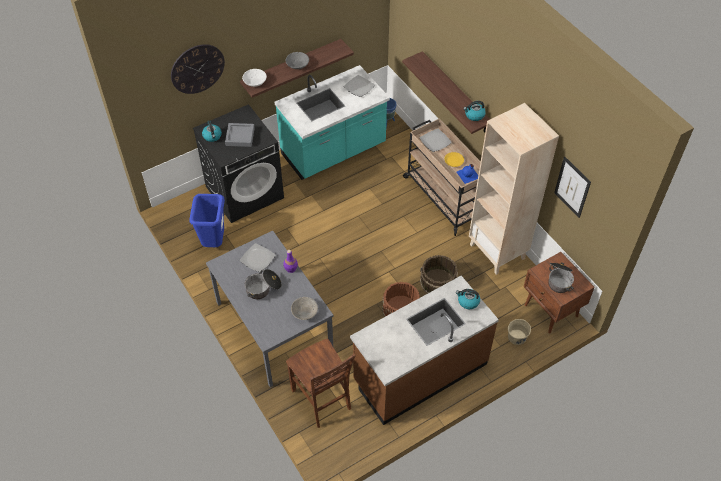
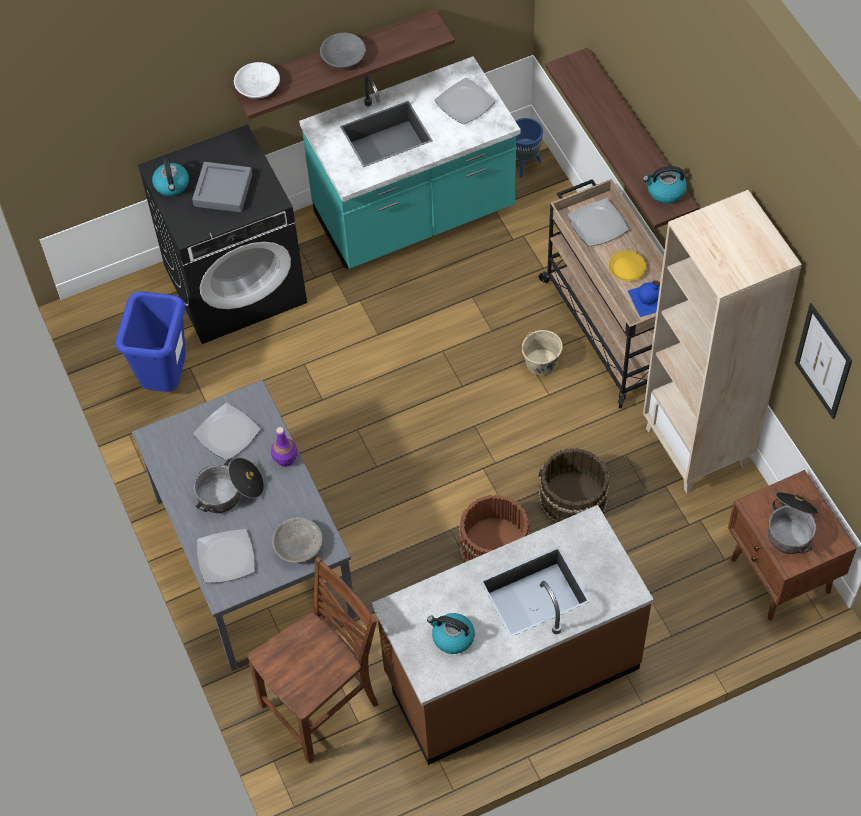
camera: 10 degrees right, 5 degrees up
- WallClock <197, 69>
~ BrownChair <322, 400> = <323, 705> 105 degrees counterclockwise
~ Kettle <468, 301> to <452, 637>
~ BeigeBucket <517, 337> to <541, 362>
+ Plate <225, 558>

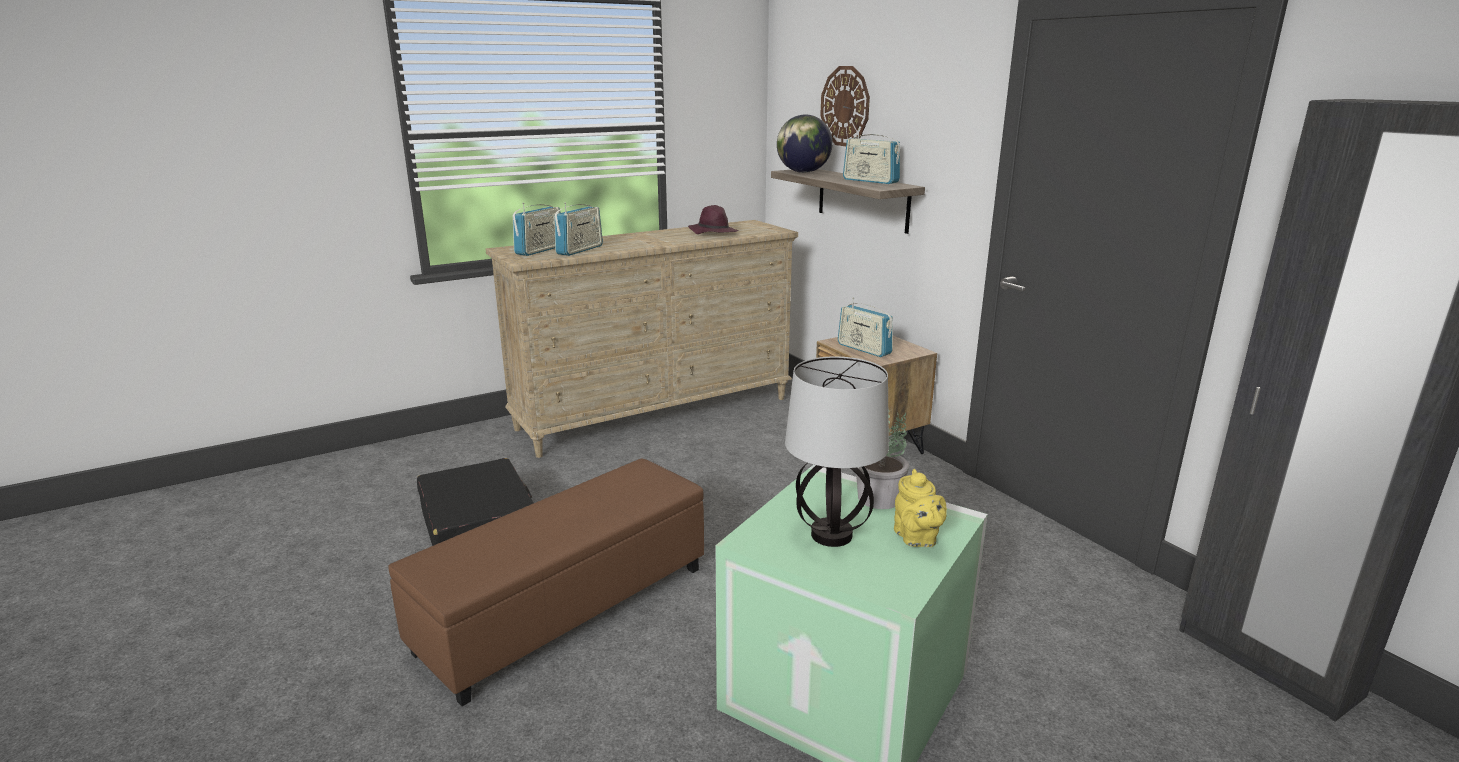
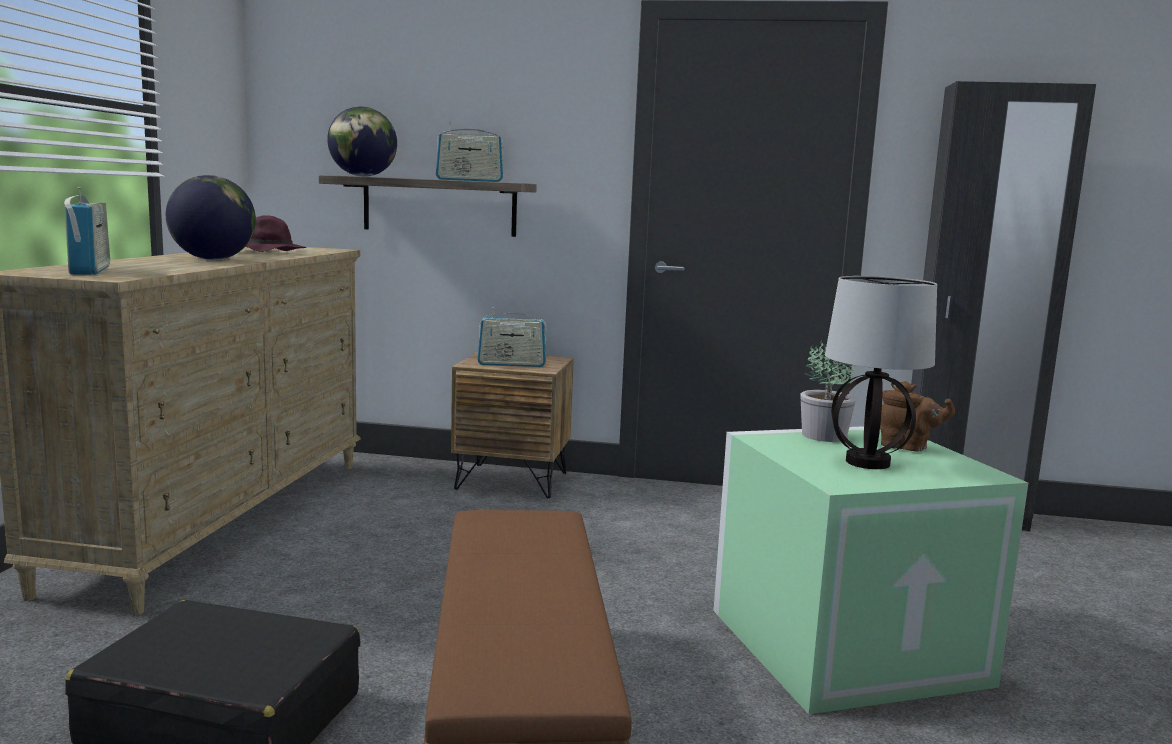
camera: 50 degrees left, 10 degrees down
- Radio <580, 250>
- WallClock <845, 106>
~ YellowTeapot <916, 539> to BrownTeapot <907, 447>
+ Globe <213, 259>

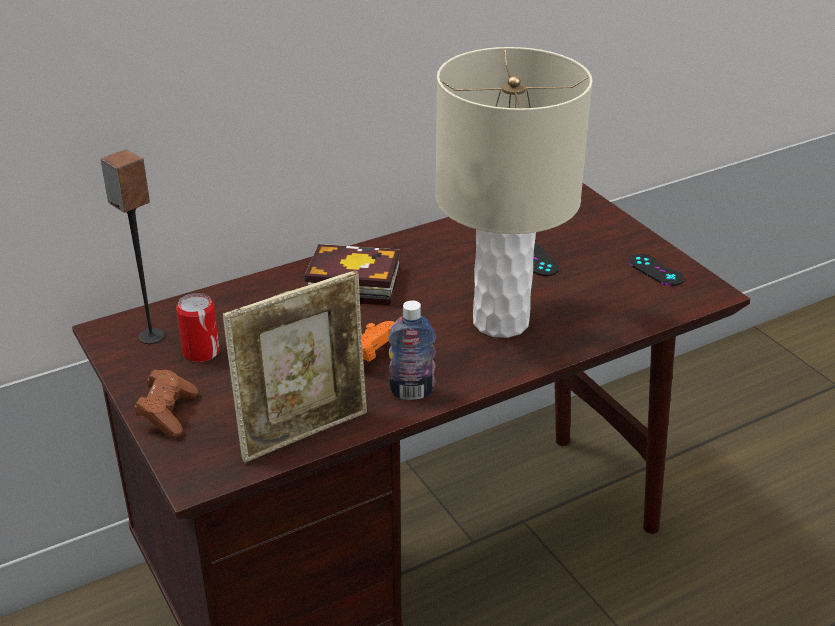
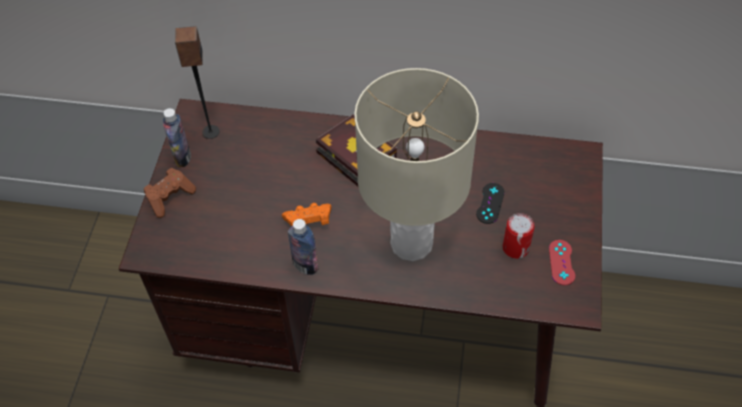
camera: 40 degrees right, 20 degrees up
~ Can <201, 352> to <515, 248>
- PictureFrame <304, 432>
~ BlackGameController <656, 270> to RedGameController <561, 262>
+ Bottle <182, 157>

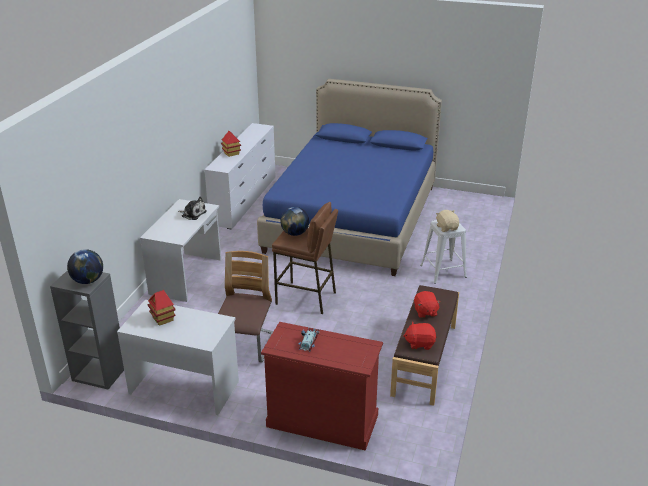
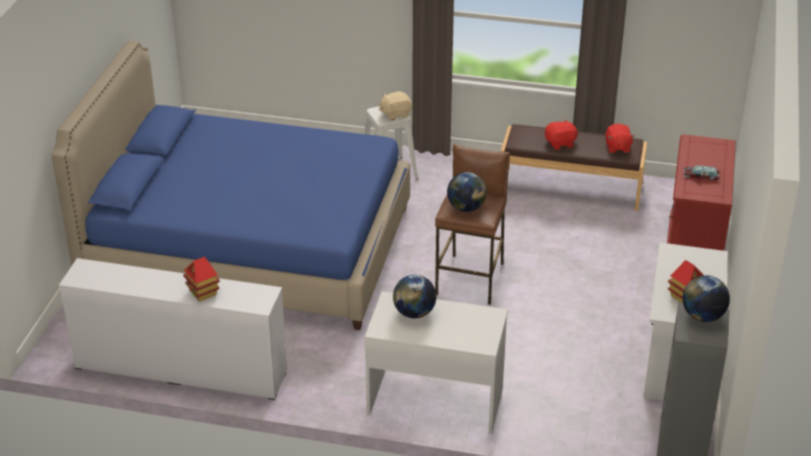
camera: 95 degrees left, 5 degrees up
~ PlushToy <193, 214> to Globe <414, 313>
- Chair <245, 346>

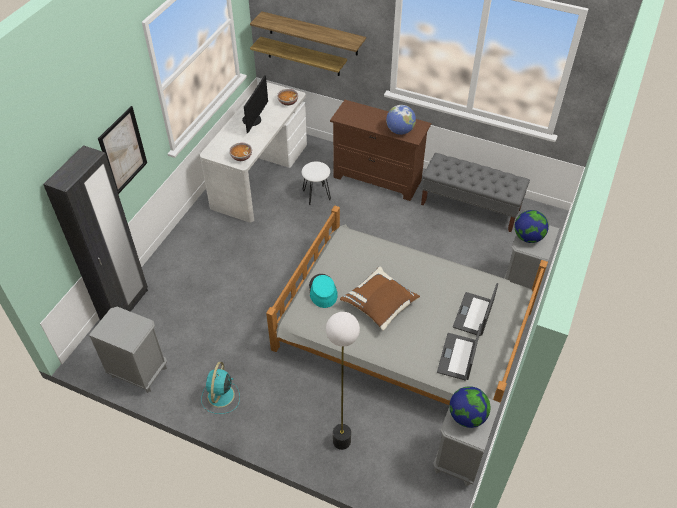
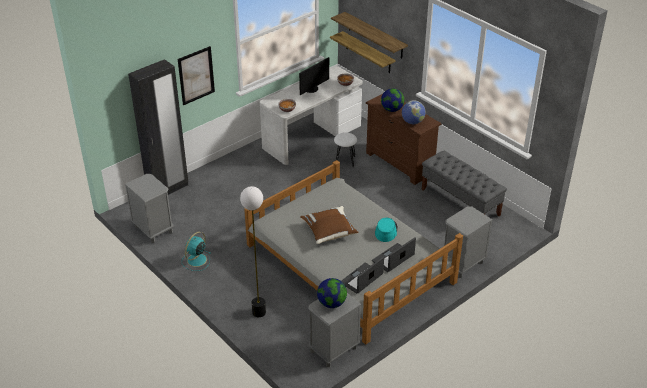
camera: 25 degrees right, 10 degrees down
~ TurquoiseHat <322, 291> to <386, 231>
~ Globe <528, 237> to <392, 110>

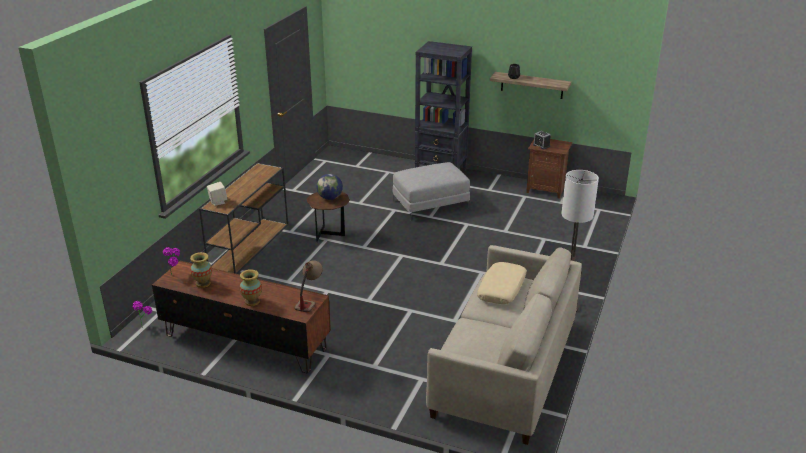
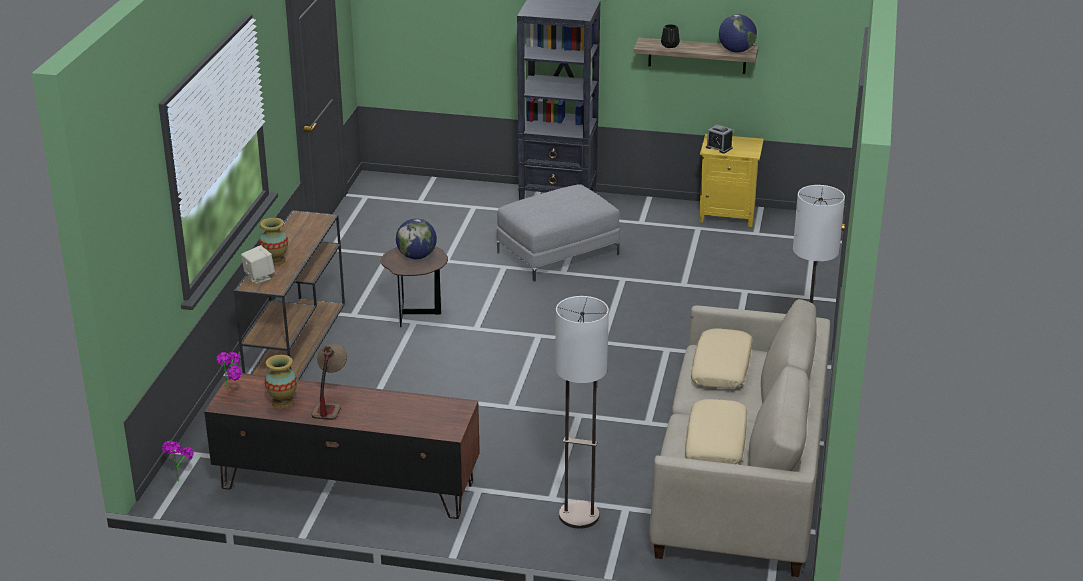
camera: 10 degrees left, 0 degrees up
~ Vase <252, 301> to <275, 261>
~ TableLamp <309, 300> to <330, 403>
~ BrownNightstand <546, 189> to YellowNightstand <727, 214>
+ FloorLamp <578, 516>
+ BeigePillow <716, 442>
+ Globe <736, 51>

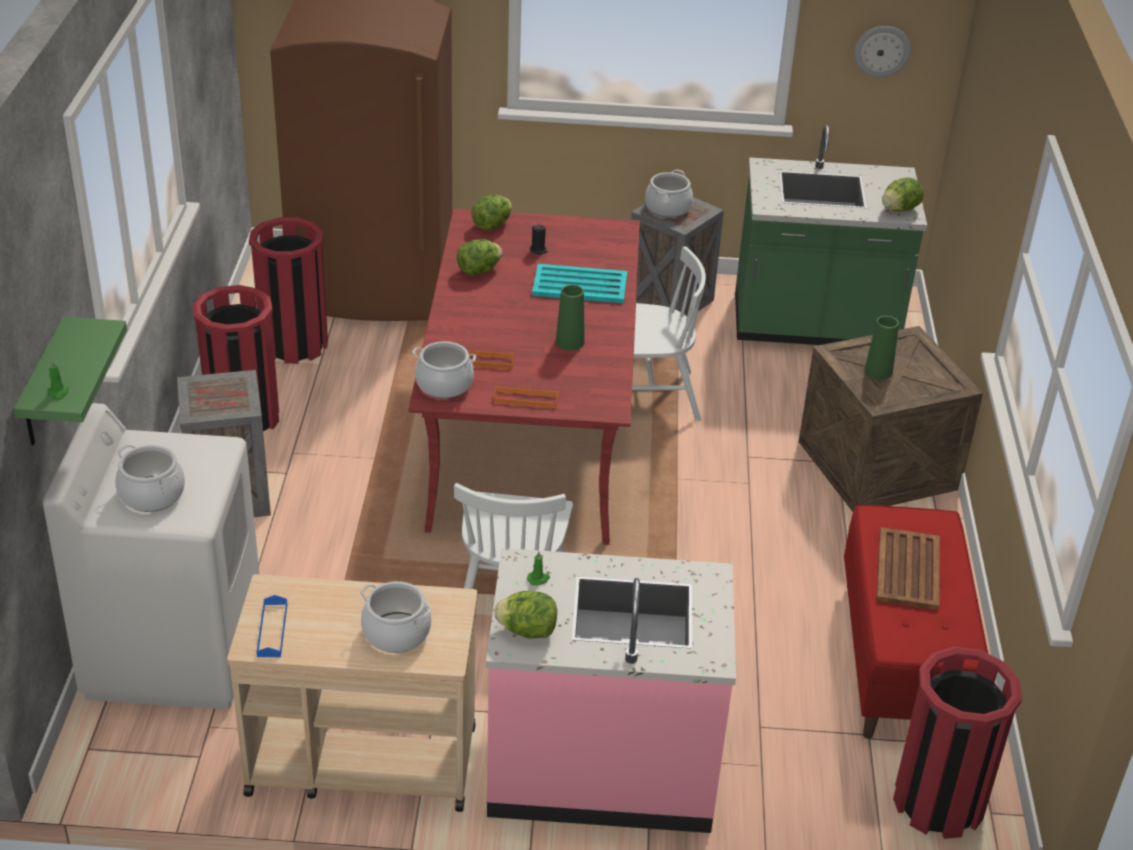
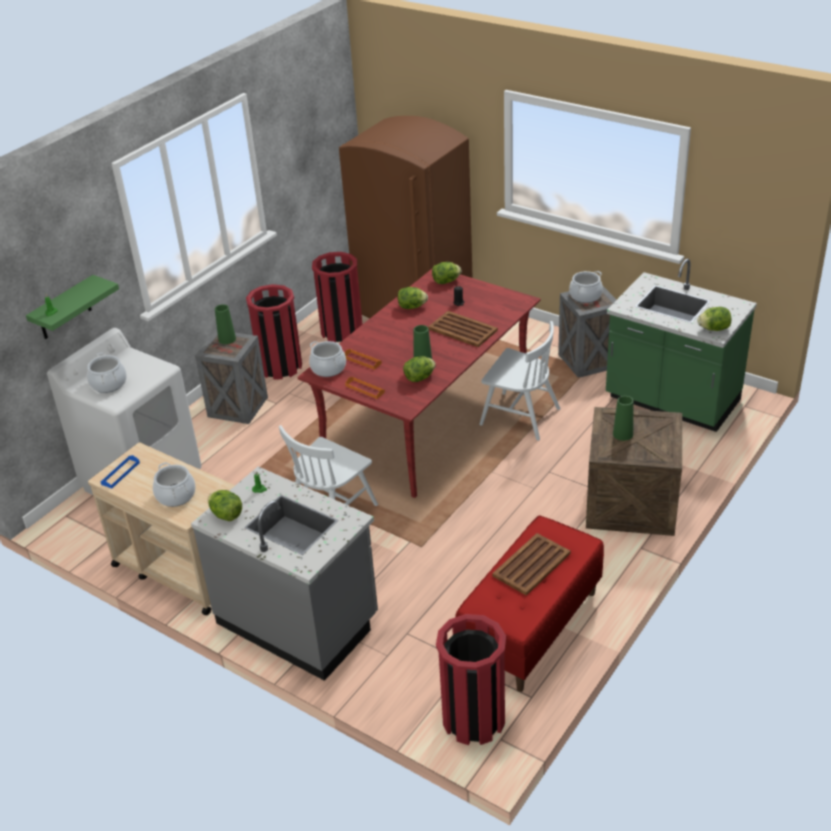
camera: 35 degrees right, 0 degrees up
~ PinkCounter <601, 766> to GreyCounter <298, 620>
~ TurquoiseTray <581, 285> to BrownTray <463, 330>
- WallClock <882, 51>
+ GreenVase <227, 339>
+ Lettuce <419, 378>

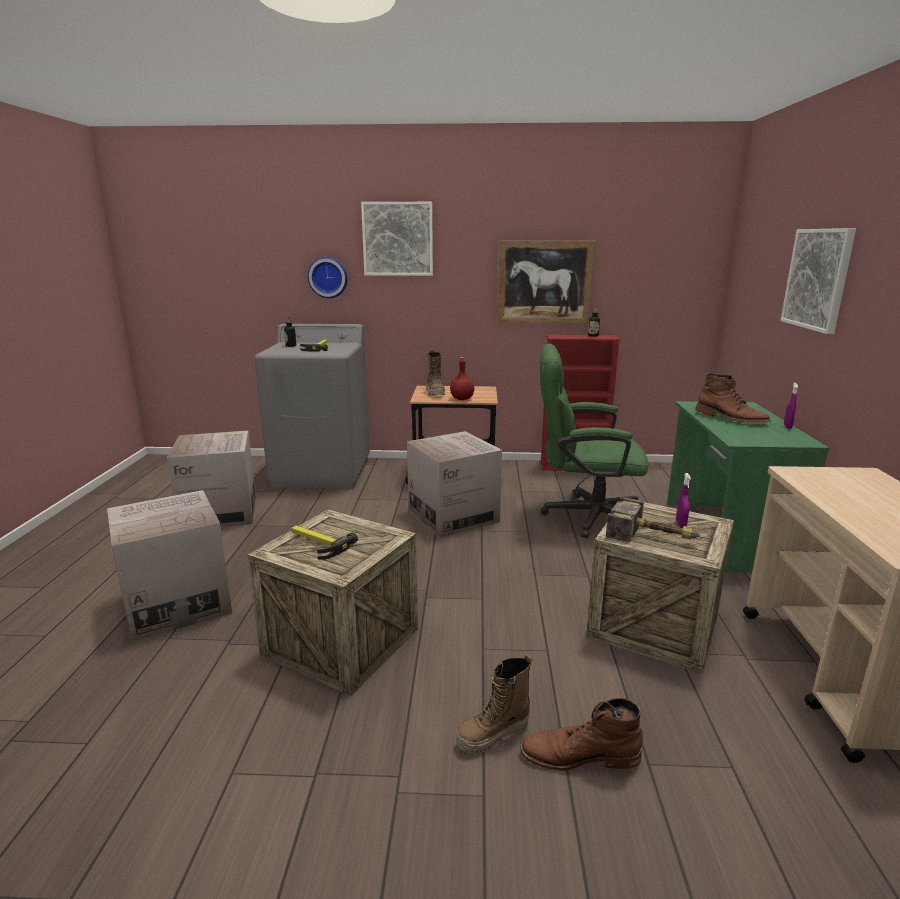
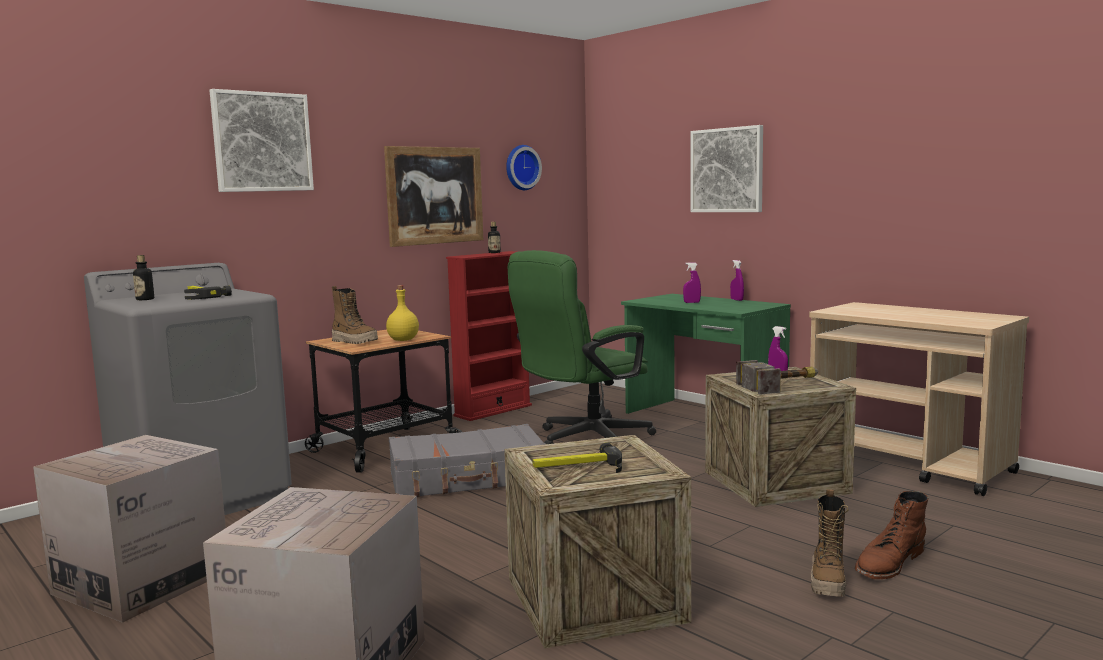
camera: 45 degrees left, 10 degrees down
~ WallClock <328, 277> to <521, 167>
~ CardboardBox <453, 516> to GreySuitcase <468, 478>
~ RedBottle <461, 399> to YellowBottle <402, 340>
~ BrownBoot <730, 419> to PurpleSprayBottle <692, 302>

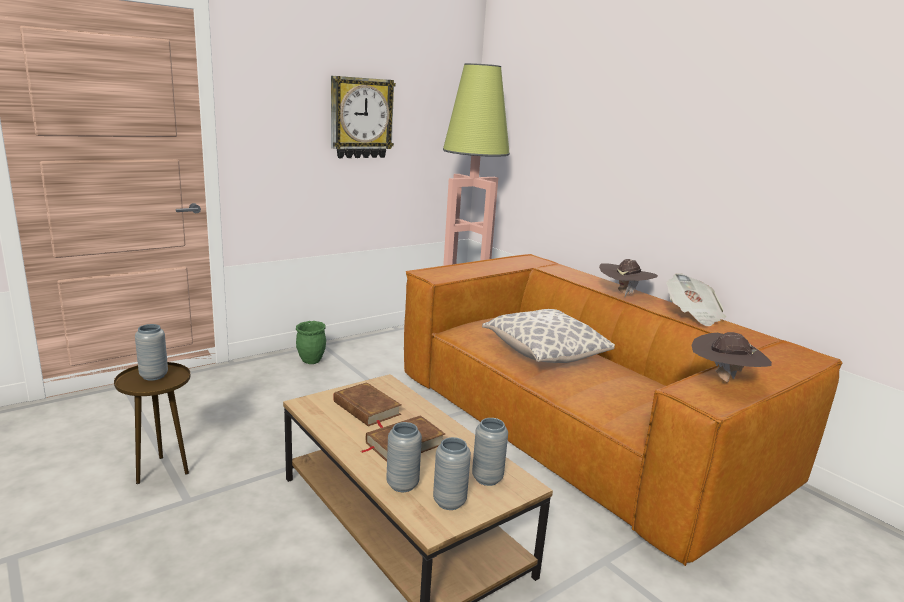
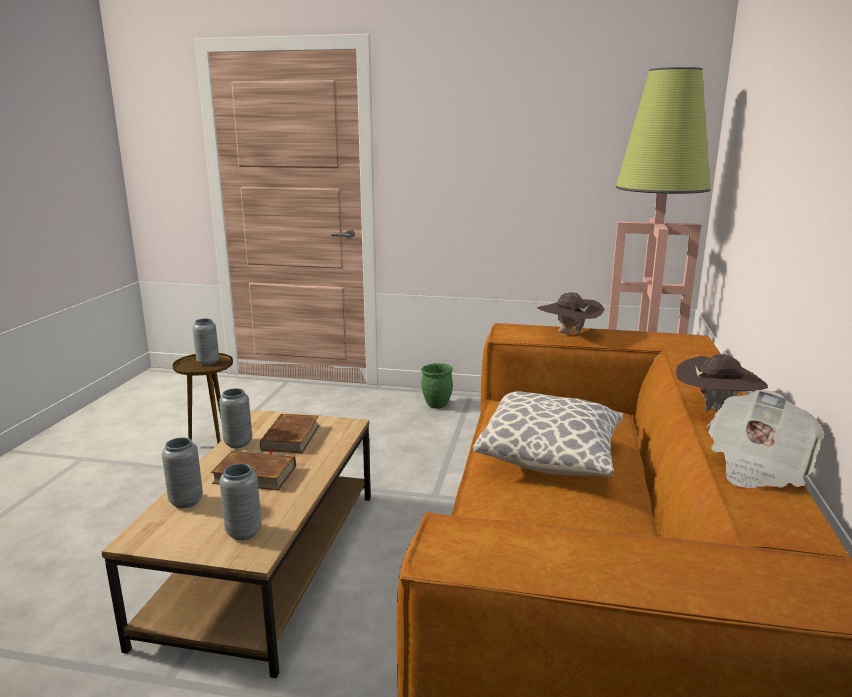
camera: 50 degrees right, 0 degrees up
- WallClock <361, 118>
~ GreyVase <449, 502> to <238, 443>
~ BrownHat <724, 380> to <568, 334>

